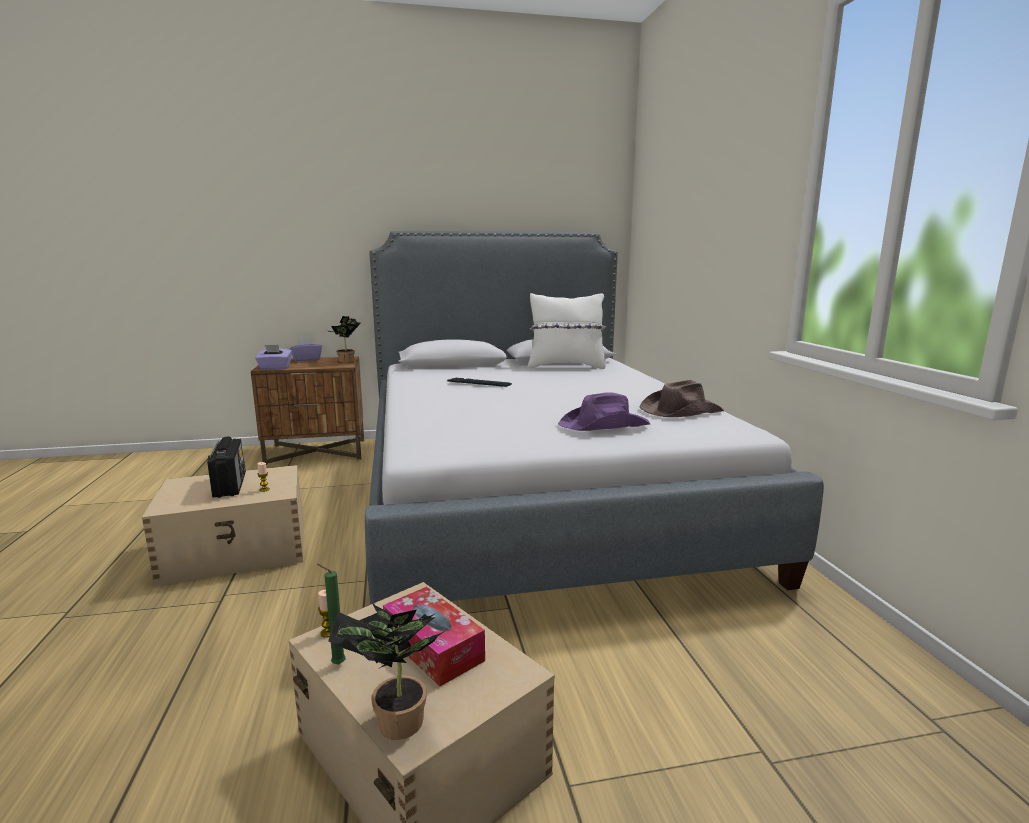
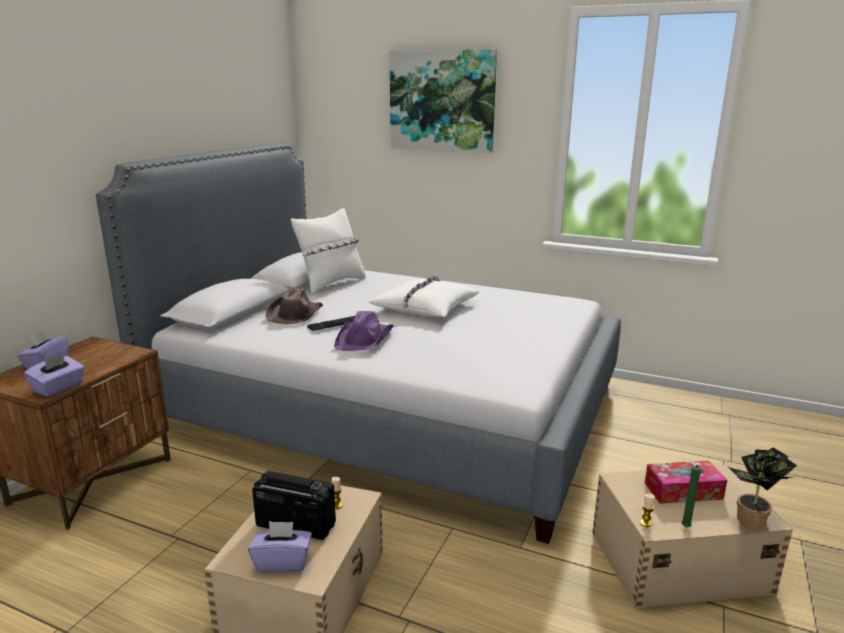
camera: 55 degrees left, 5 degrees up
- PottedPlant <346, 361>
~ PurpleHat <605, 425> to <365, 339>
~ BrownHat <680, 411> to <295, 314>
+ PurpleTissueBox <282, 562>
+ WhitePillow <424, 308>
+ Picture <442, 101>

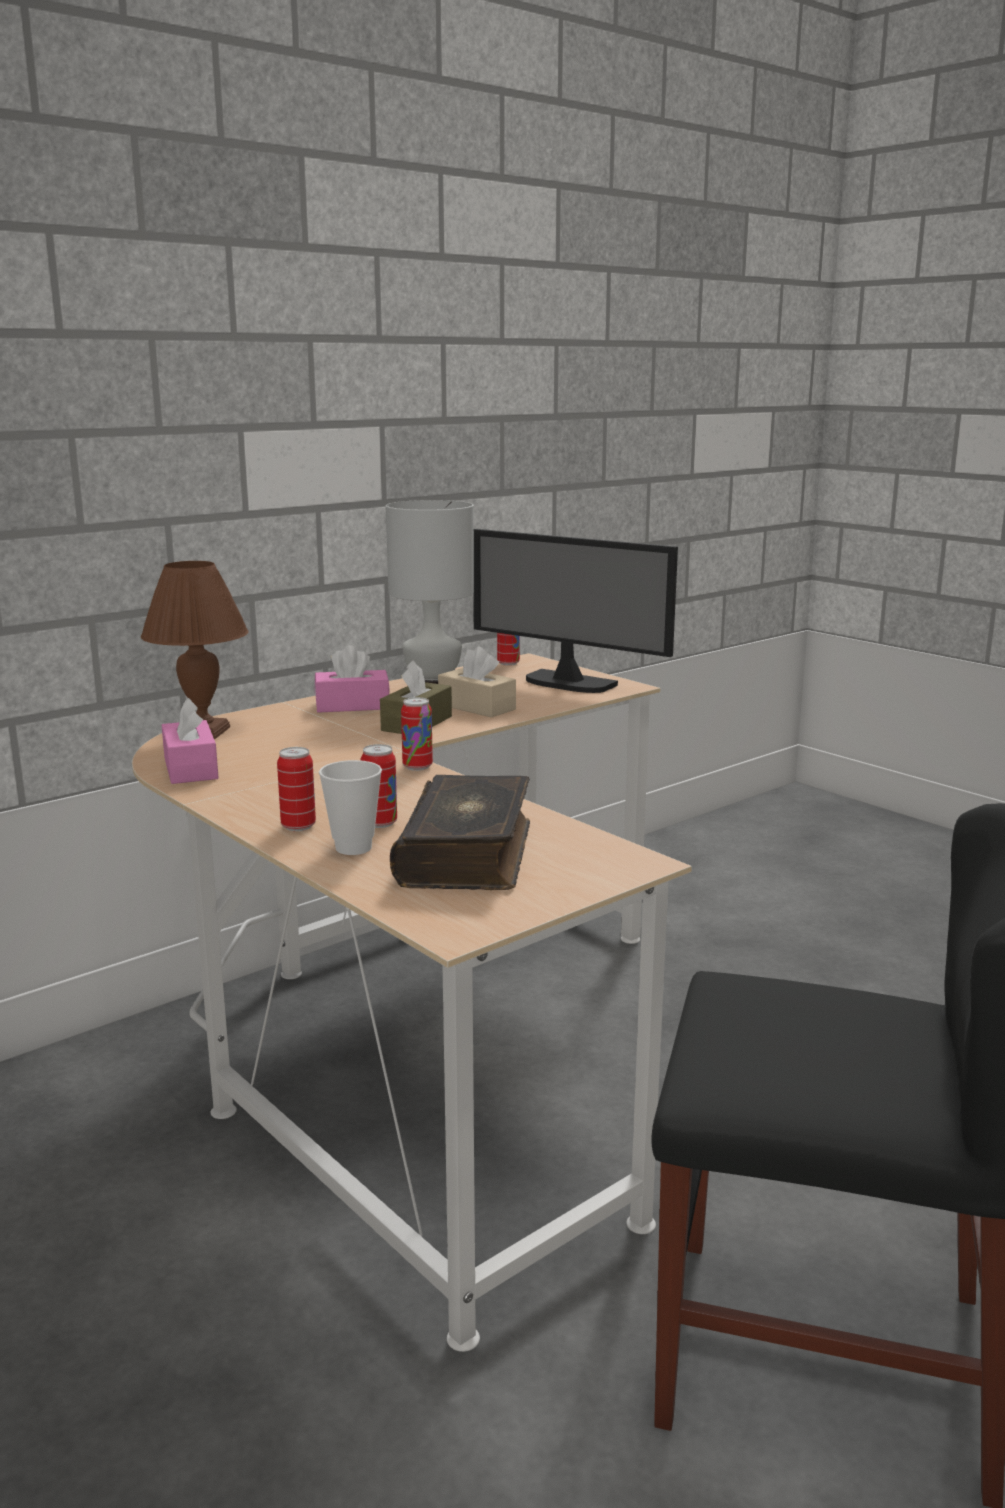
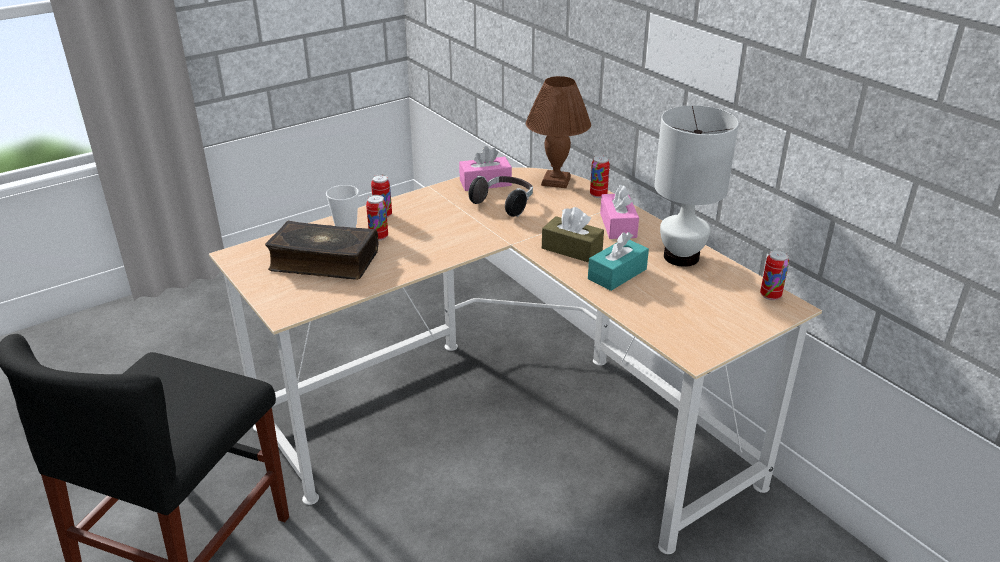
camera: 95 degrees right, 15 degrees up
~ Can <417, 767> to <598, 195>
~ BeigeTissueBox <476, 707> to TurquoiseTissueBox <617, 274>
- Monitor <568, 684>
+ Headphones <504, 204>

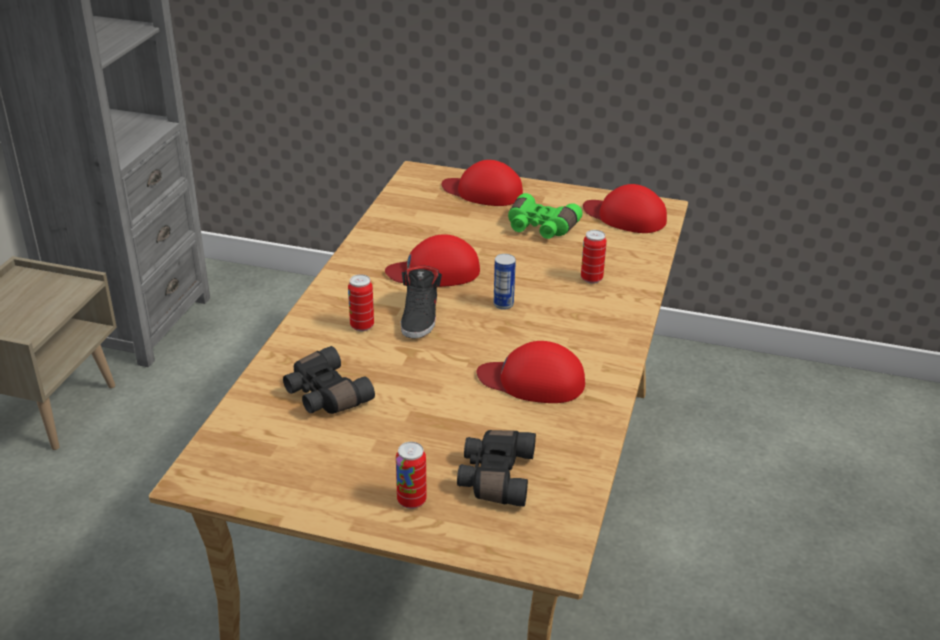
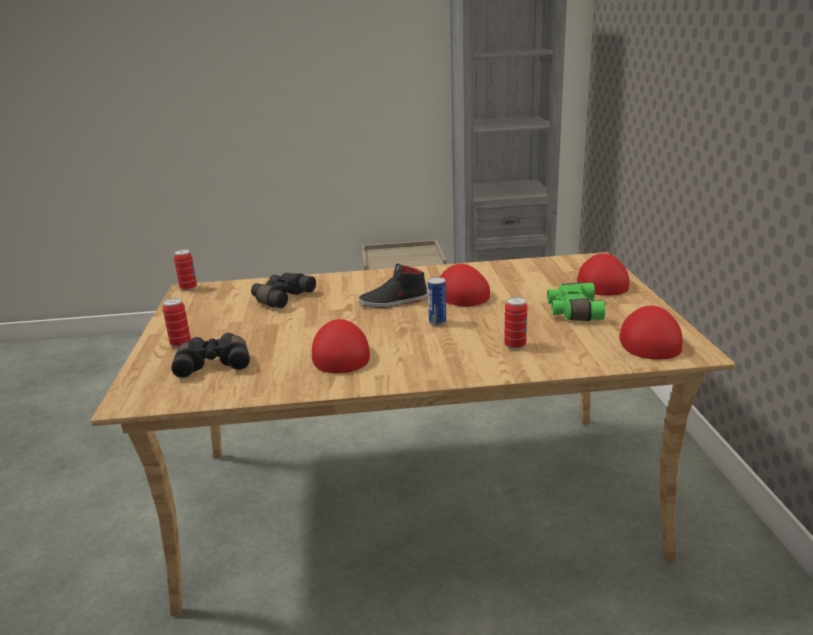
camera: 70 degrees right, 10 degrees down
~ Can <362, 326> to <188, 288>

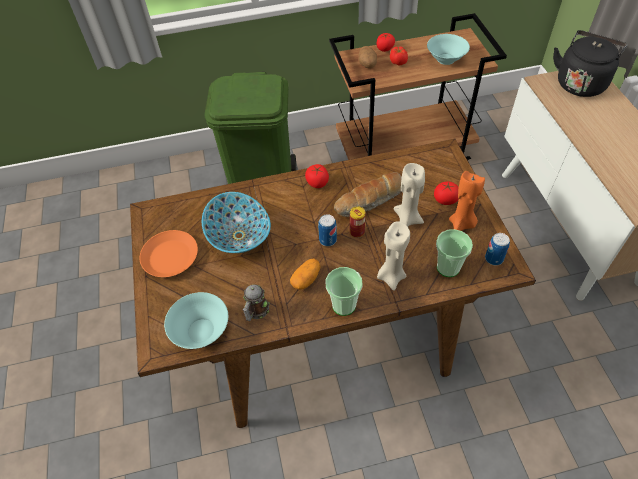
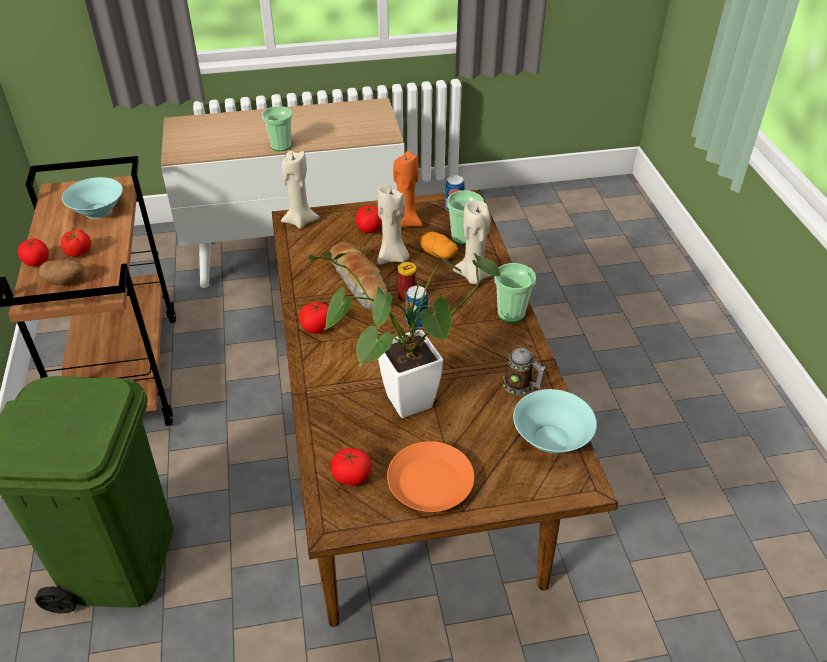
camera: 90 degrees left, 10 degrees down
~ Bowl <239, 235> to PottedPlant <399, 405>
~ Potato <306, 279> to <438, 254>
- BlackKettle <580, 82>
+ Cup <281, 146>
+ BeigeCandle <300, 221>
+ Tomato <351, 476>

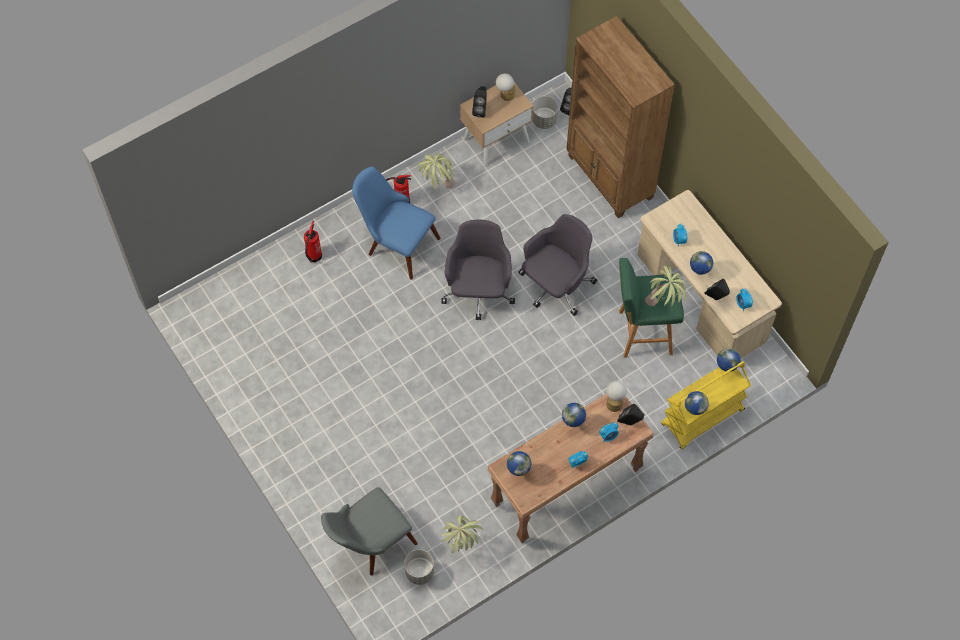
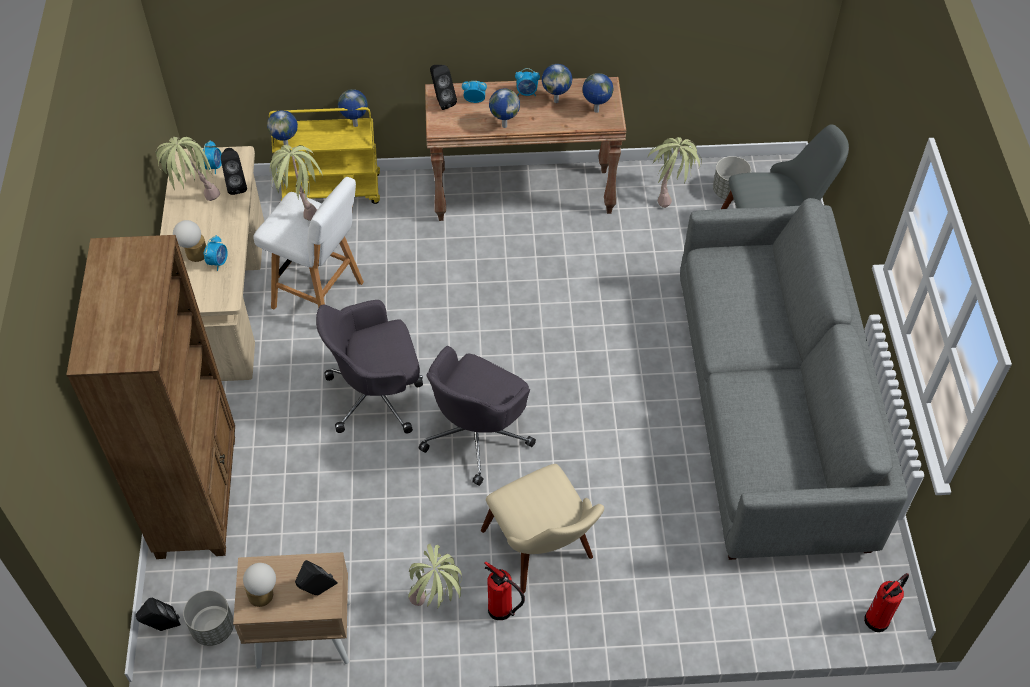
camera: 150 degrees left, 10 degrees down
~ FireExtinguisher <313, 257> to <878, 619>
~ BlueChair <395, 243> to BeigeChair <545, 554>
~ TableLamp <615, 402> to <194, 255>
~ GreenStool <642, 332> to WhiteStool <320, 296>
~ Globe <699, 273> to <556, 101>
+ PottedPlant <194, 198>
+ GreySofa <771, 413>

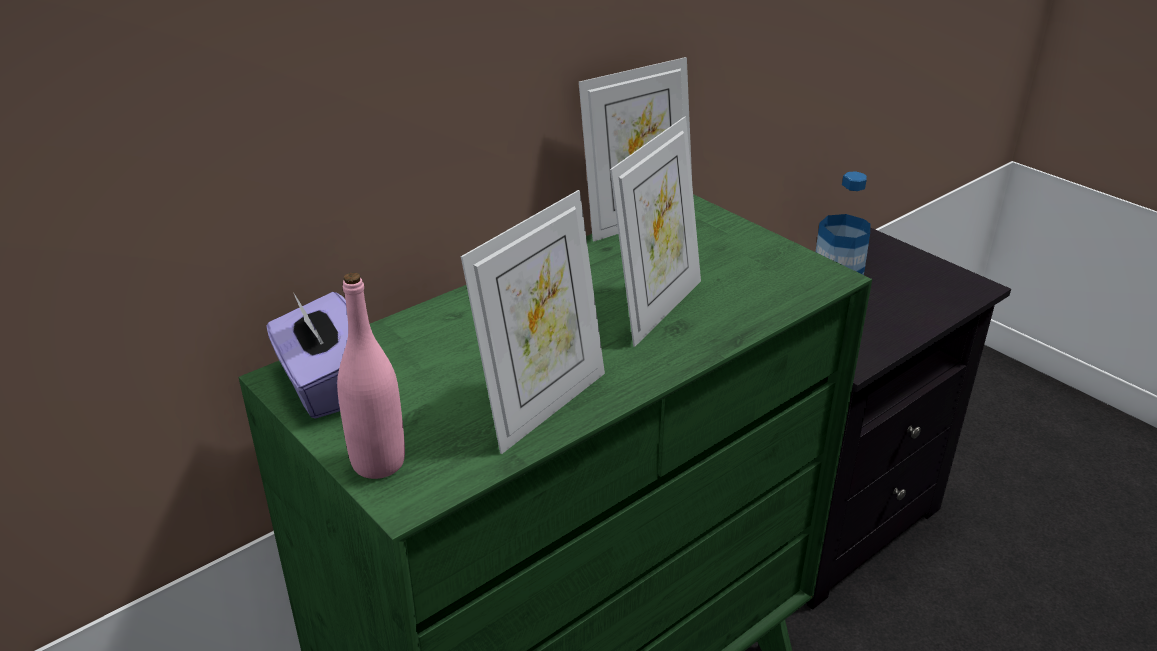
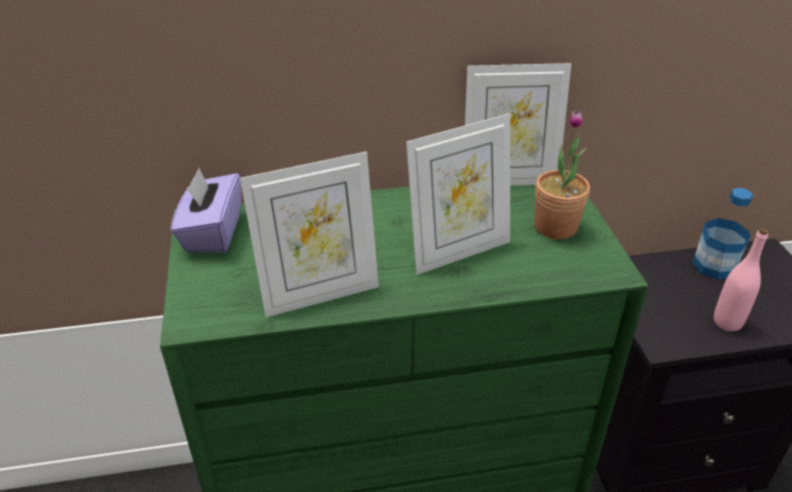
camera: 30 degrees right, 5 degrees up
~ PinkBottle <378, 462> to <727, 322>
+ PottedPlant <555, 227>

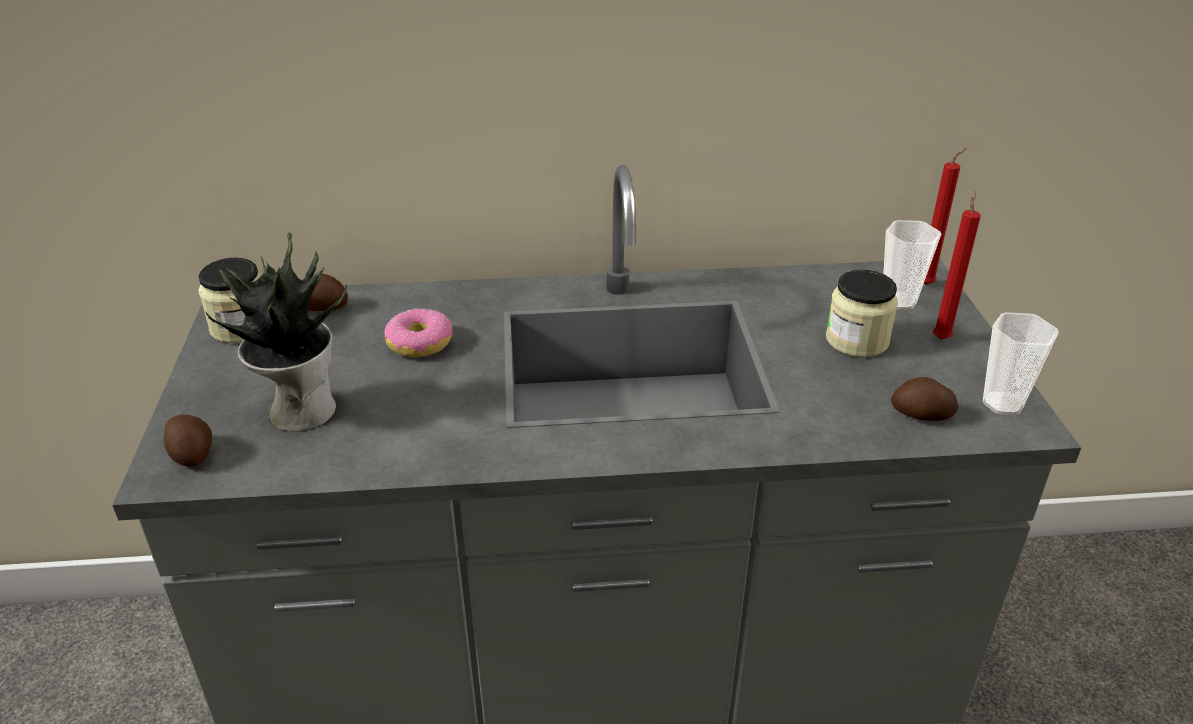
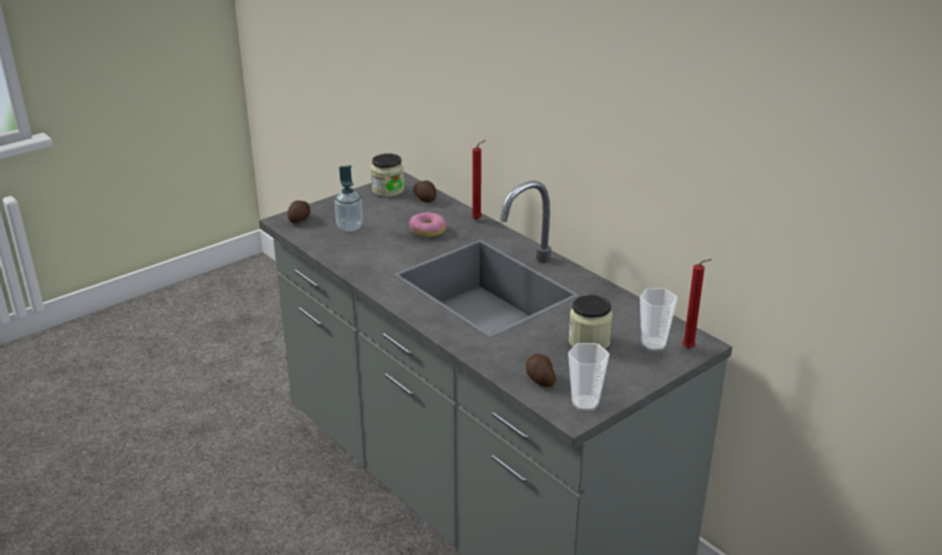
camera: 55 degrees right, 5 degrees down
~ PottedPlant <299, 410> to SoapDispenser <350, 227>
~ RedCandle <941, 337> to <478, 219>

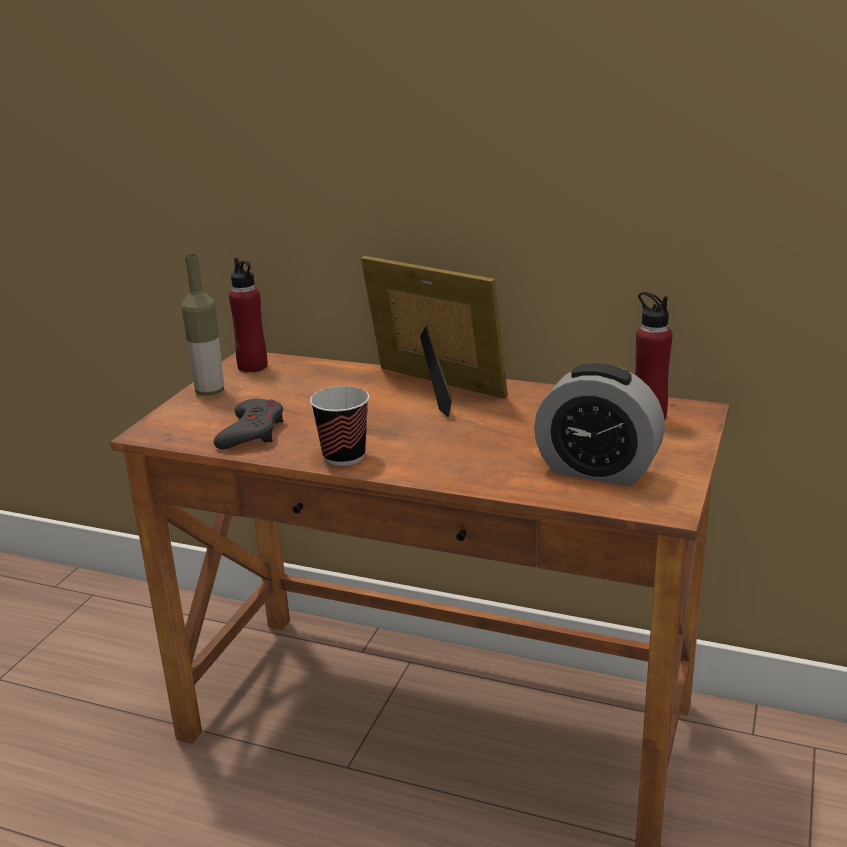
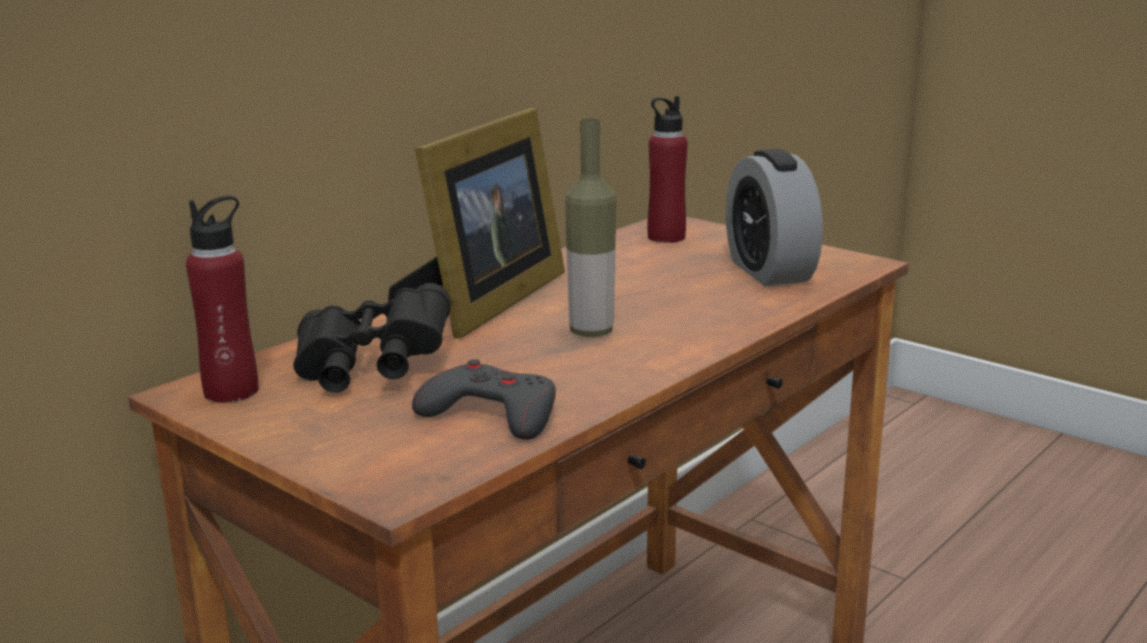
camera: 70 degrees left, 5 degrees down
~ Bottle <210, 391> to <591, 331>
- Cup <344, 456>
~ PictureFrame <435, 390> = <485, 302> 150 degrees clockwise
~ AlarmClock <597, 470> = <769, 271> 120 degrees clockwise
+ BlackBinoculars <371, 370>

